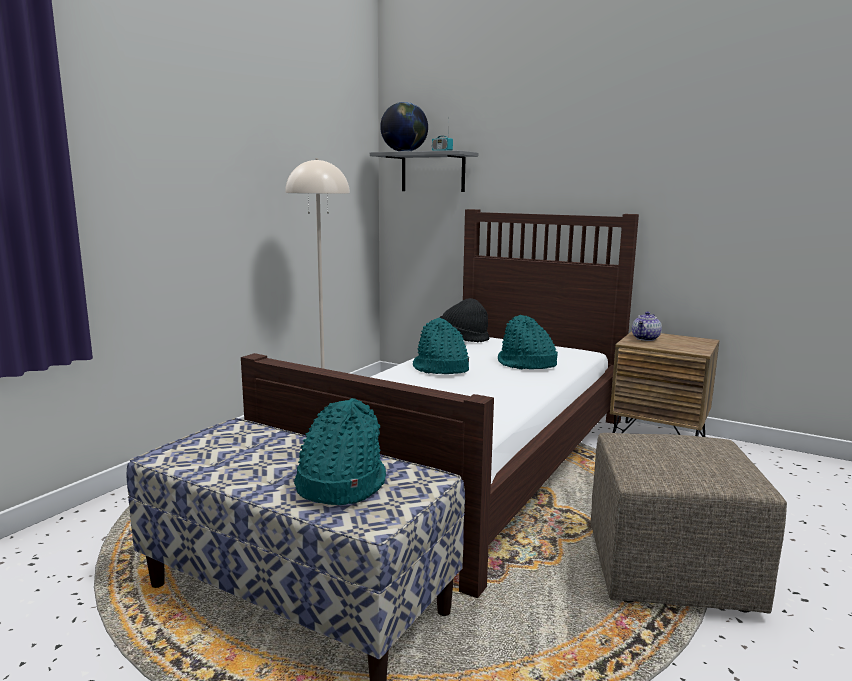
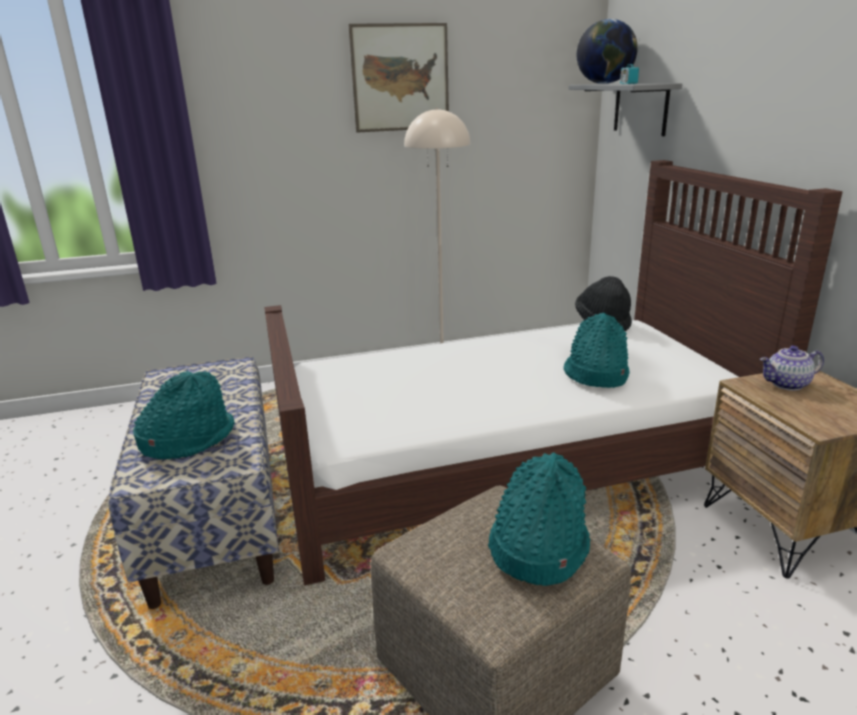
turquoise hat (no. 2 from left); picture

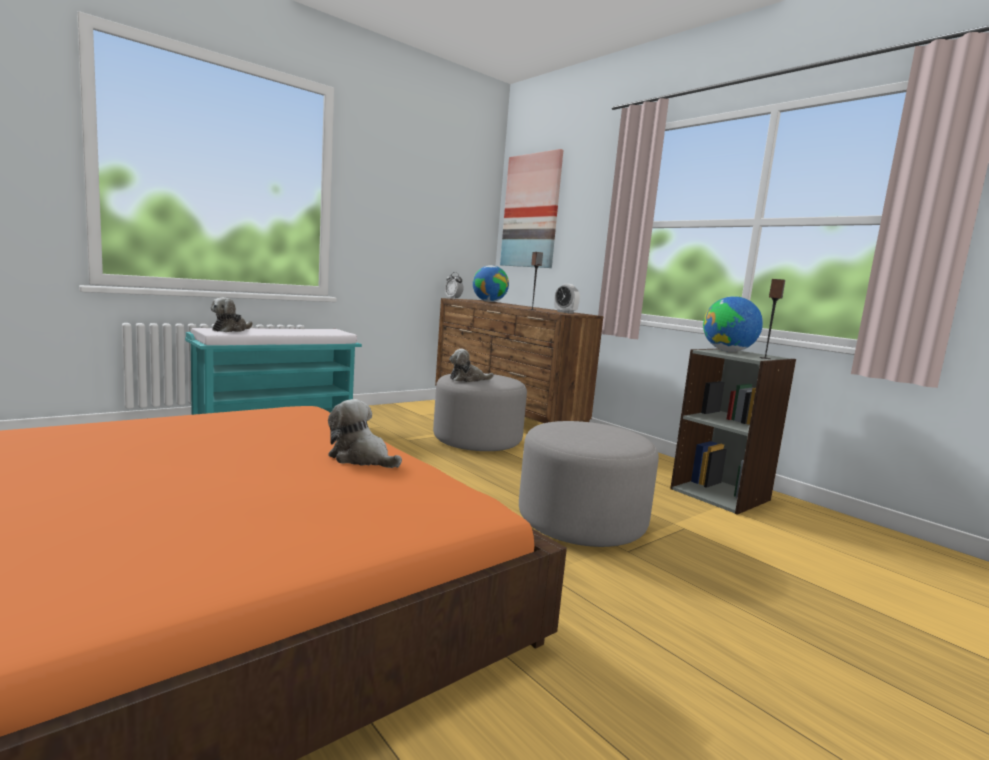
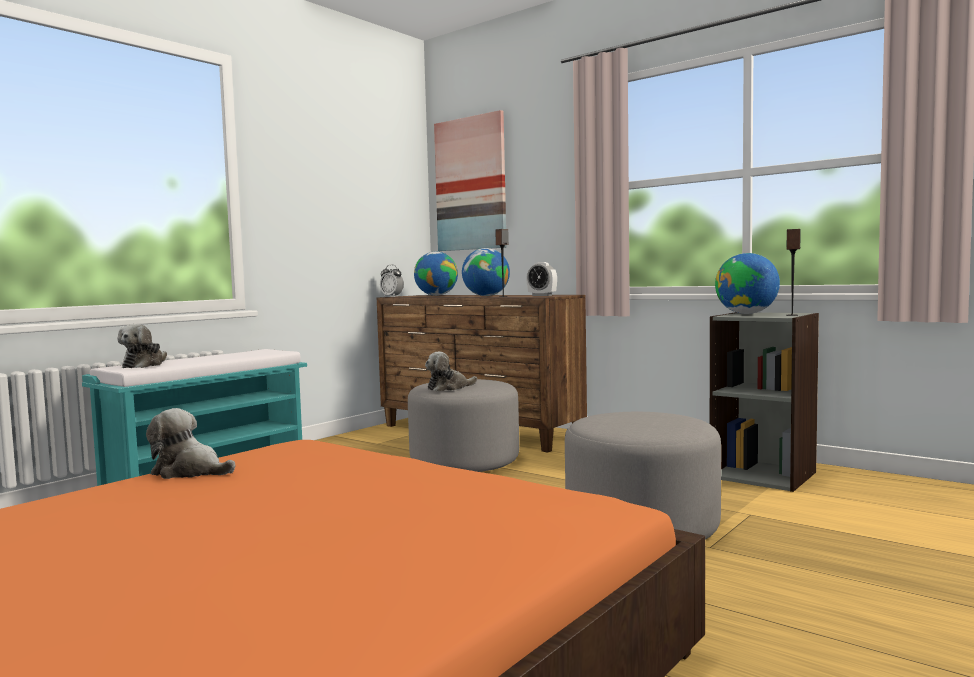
plush toy (no. 2 from left); globe (no. 2 from left)

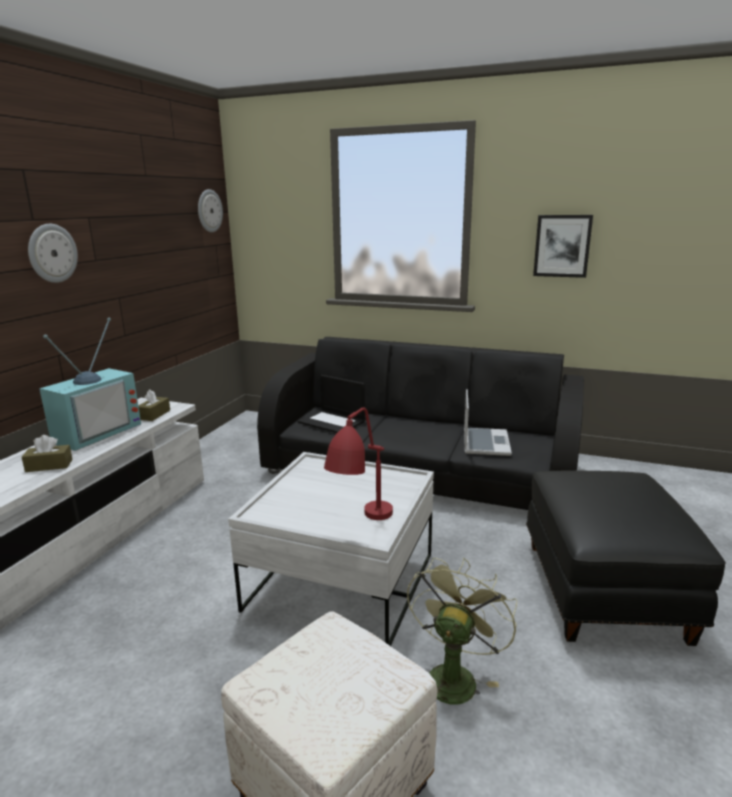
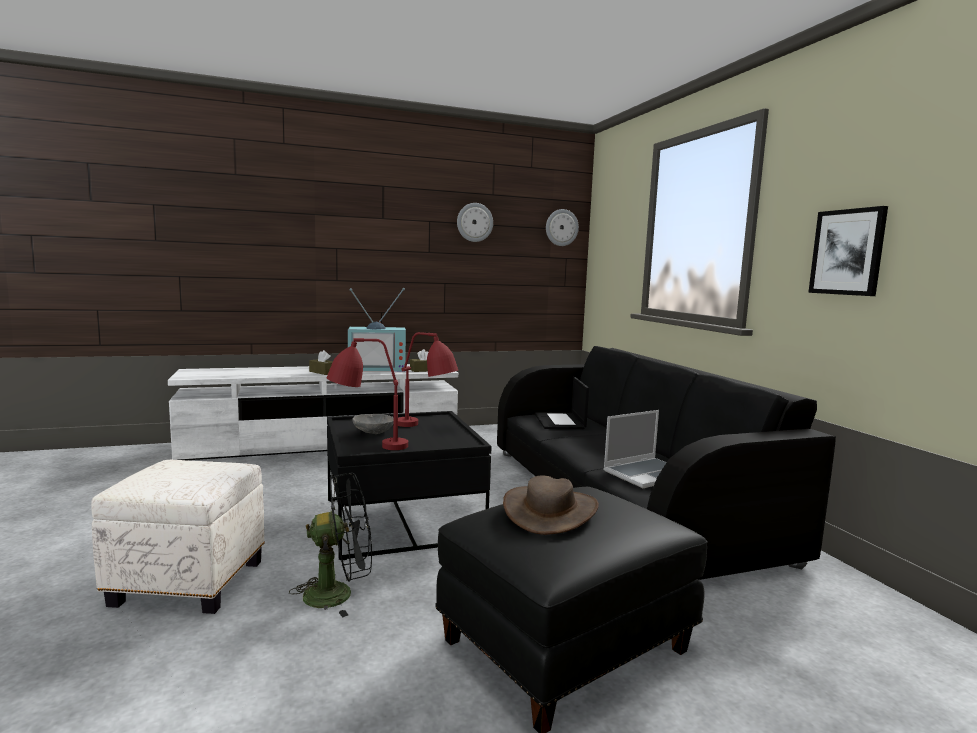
wall clock (no. 1 from left); black coffee table; black fan; red table lamp (no. 2 from left); grey bowl; brown hat

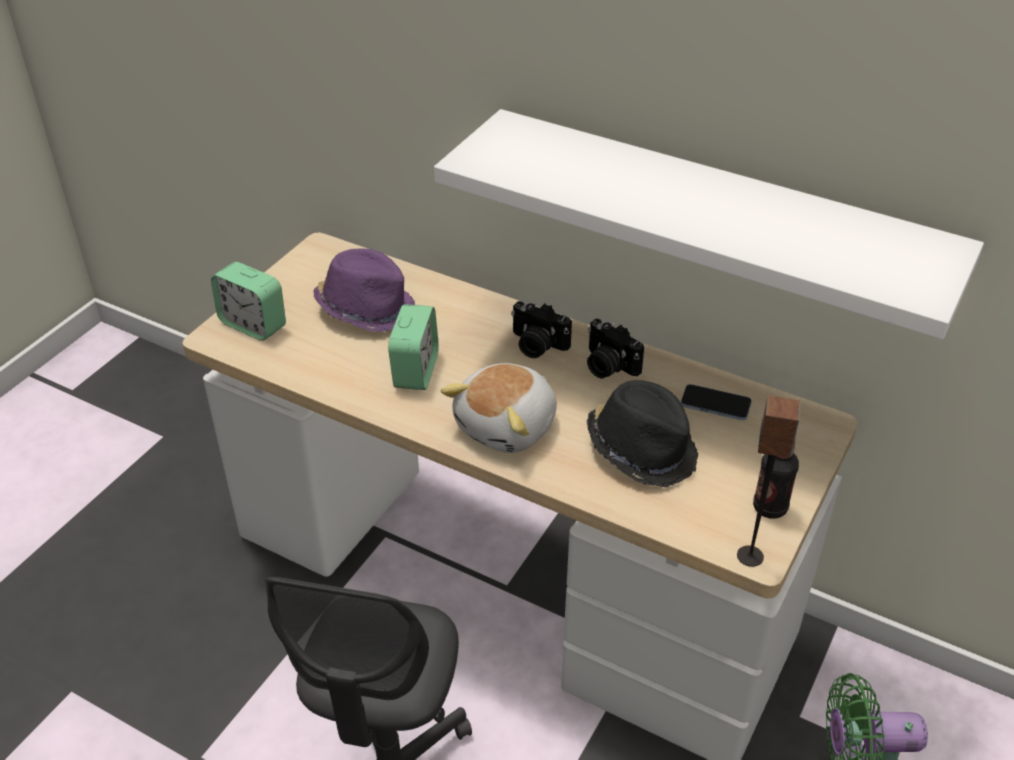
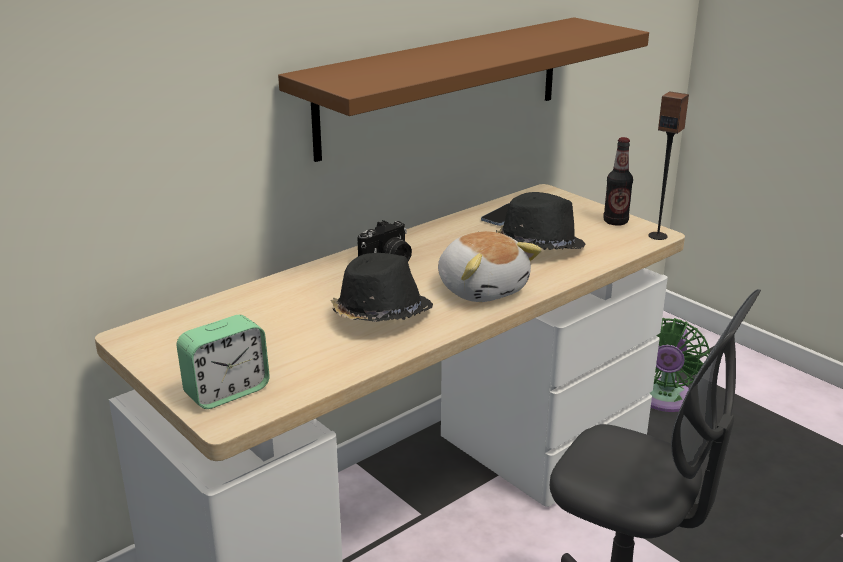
brown shelf; purple hat; black hat (no. 1 from left); photo camera (no. 2 from left in the first image)

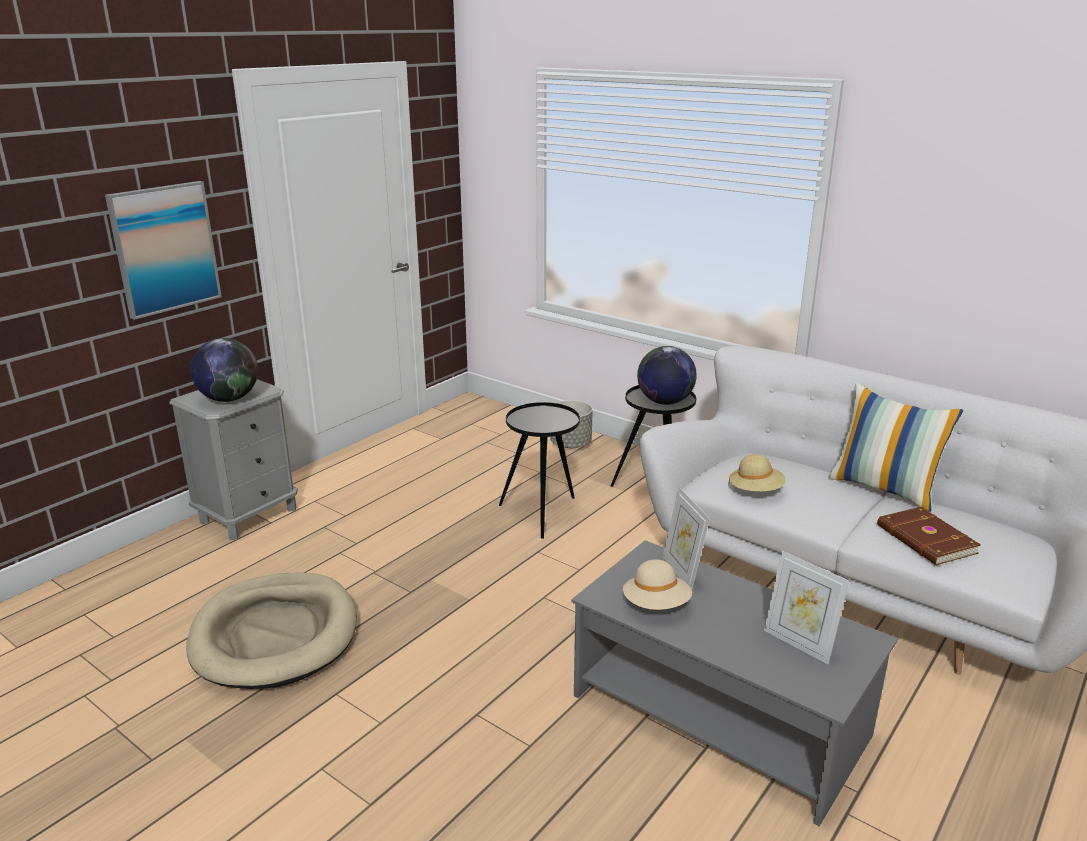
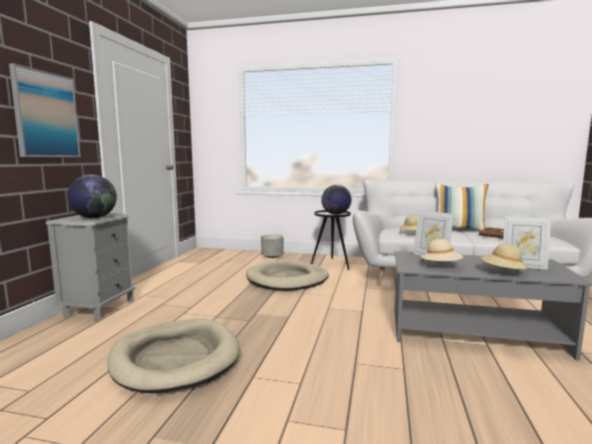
beige dog bed (no. 2 from left); beige hat (no. 3 from left)

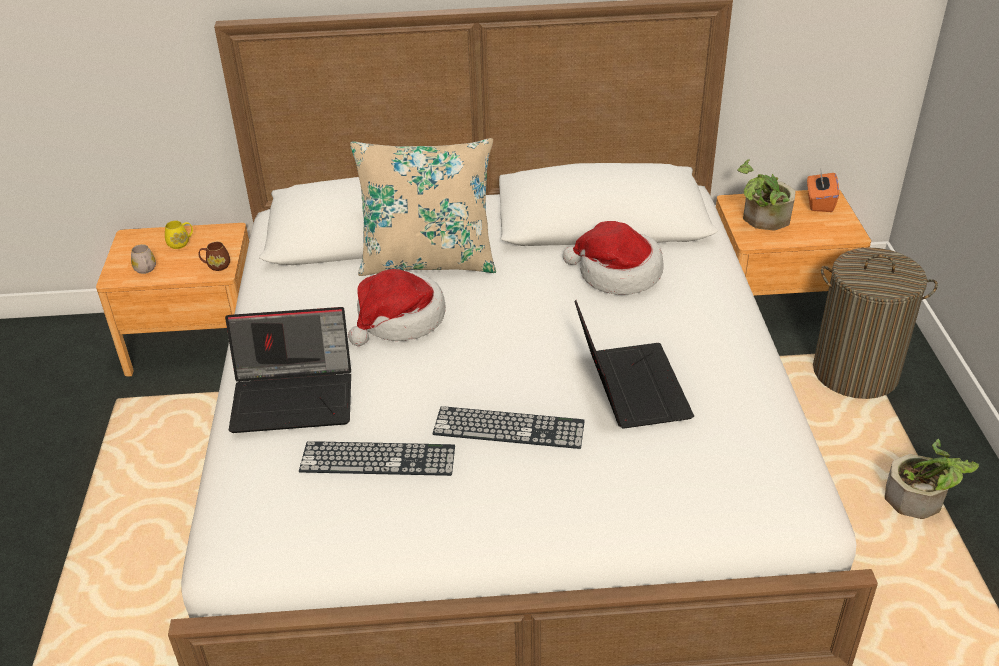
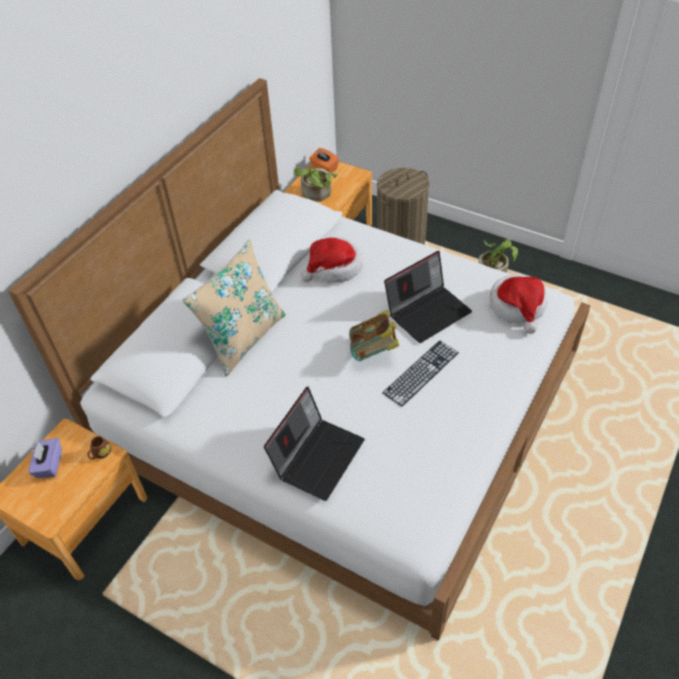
purple tissue box; white mug; hat (no. 2 from left); laptop (no. 2 from left); keyboard (no. 1 from left in the first image); book

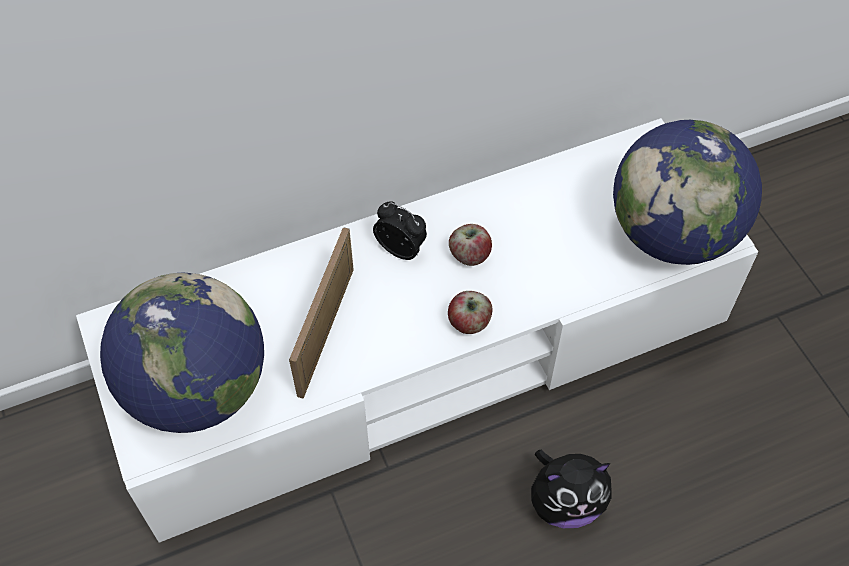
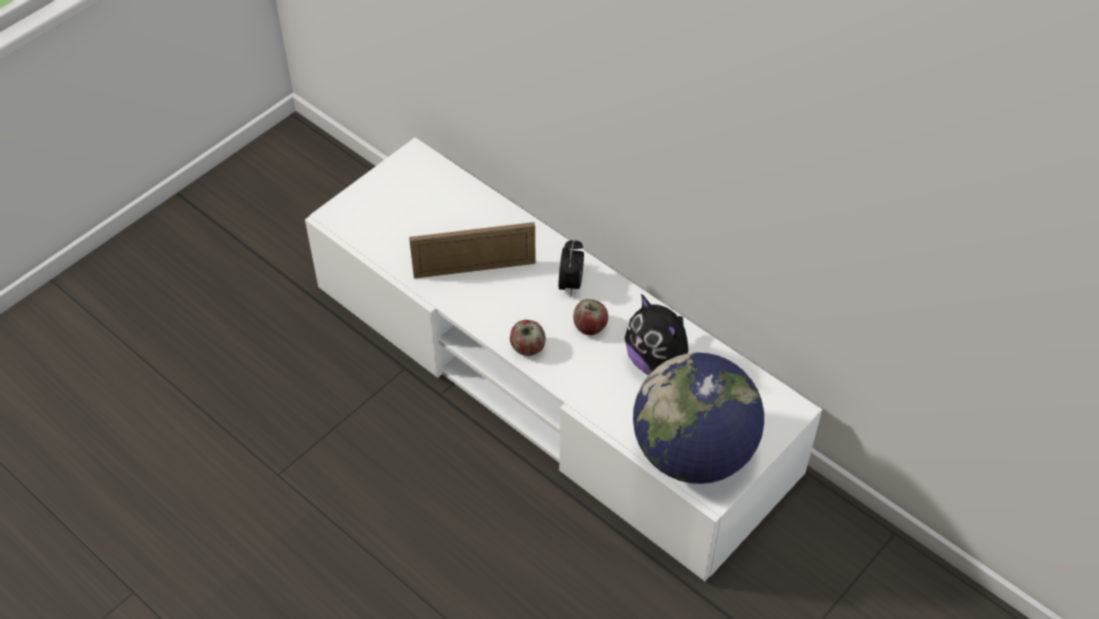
globe (no. 1 from left in the first image); plush toy

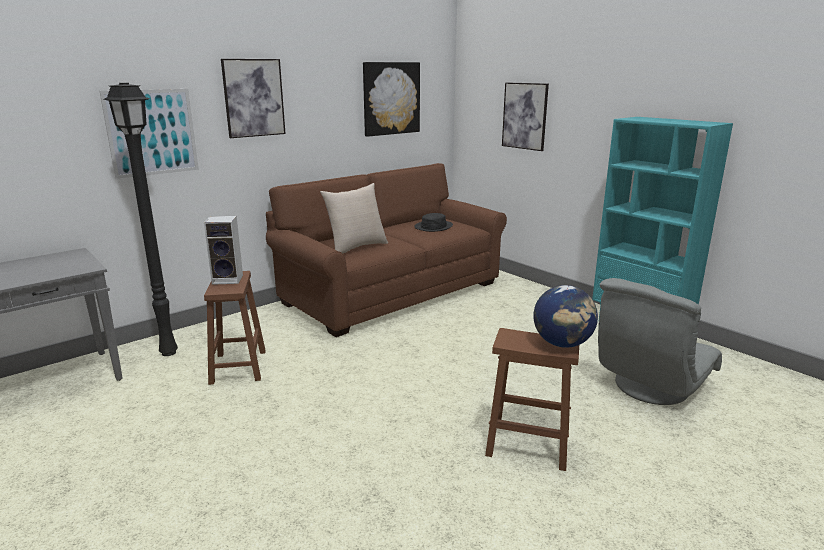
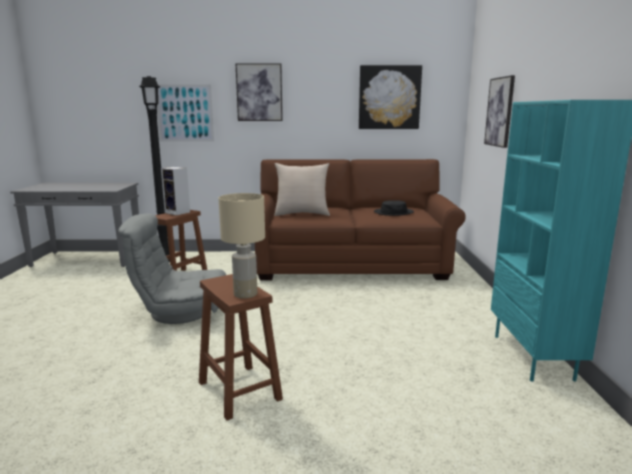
grey armchair; beige table lamp

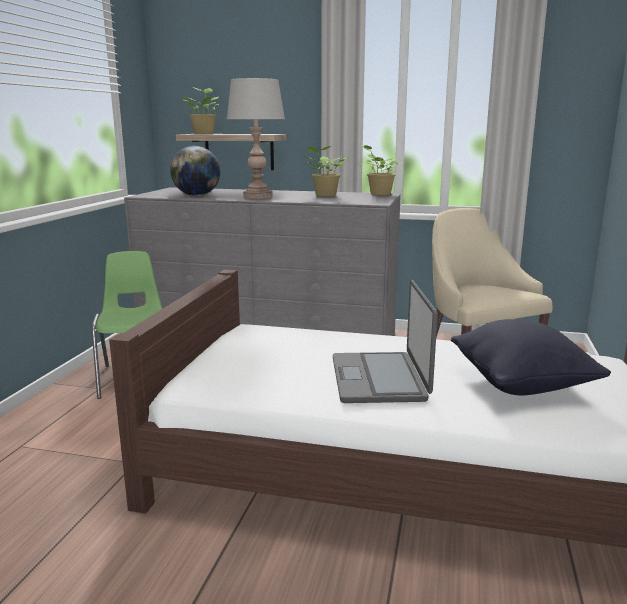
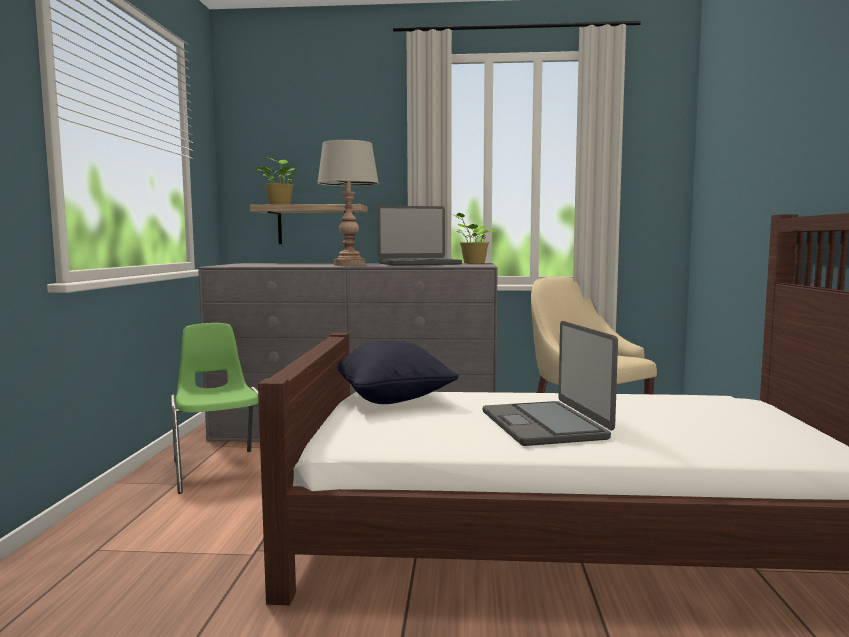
globe; laptop (no. 1 from left); black pillow

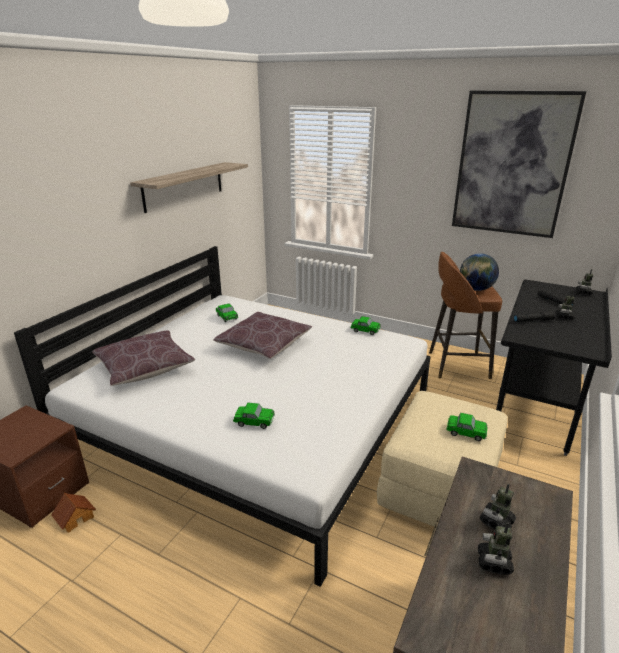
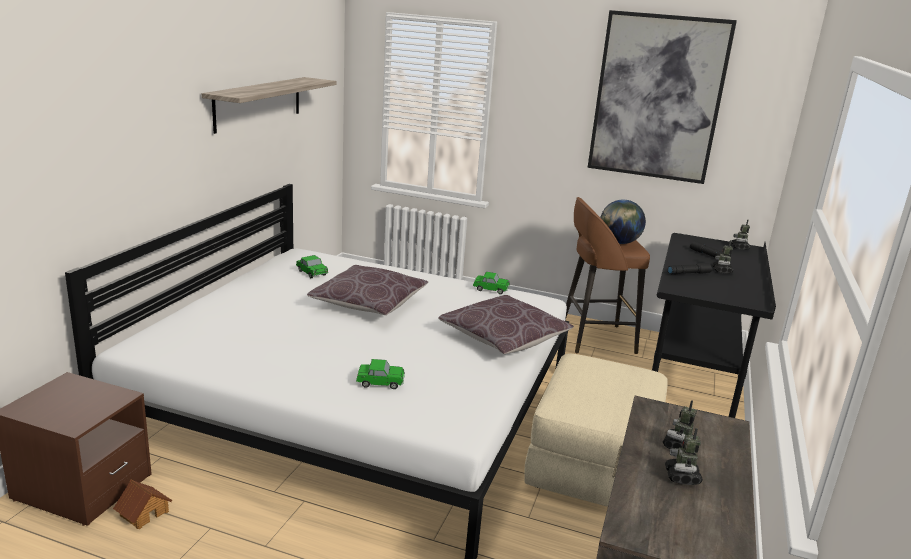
brown pillow (no. 2 from left); toy car (no. 4 from left in the first image)

